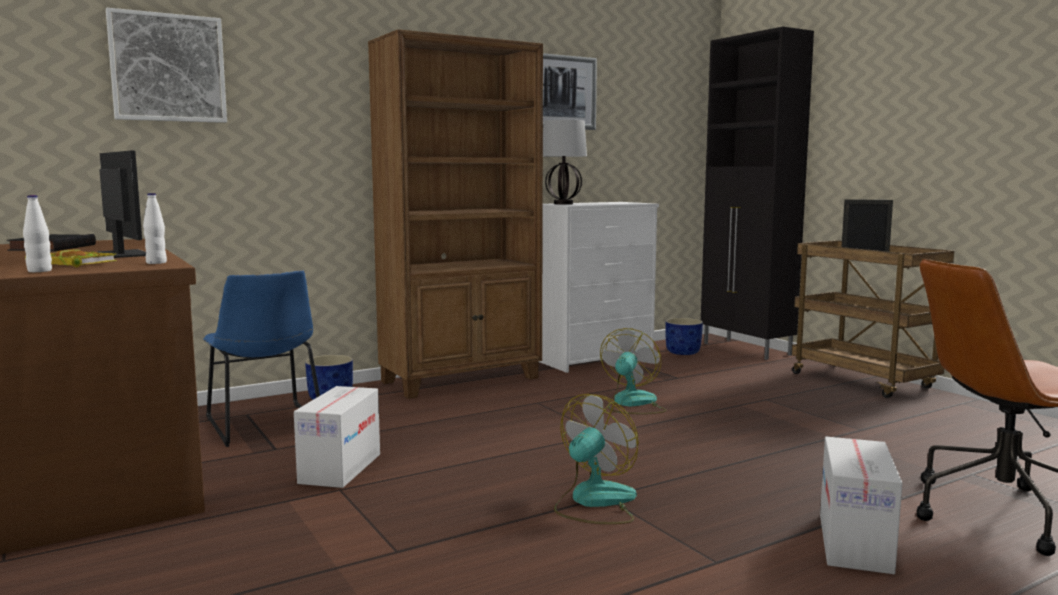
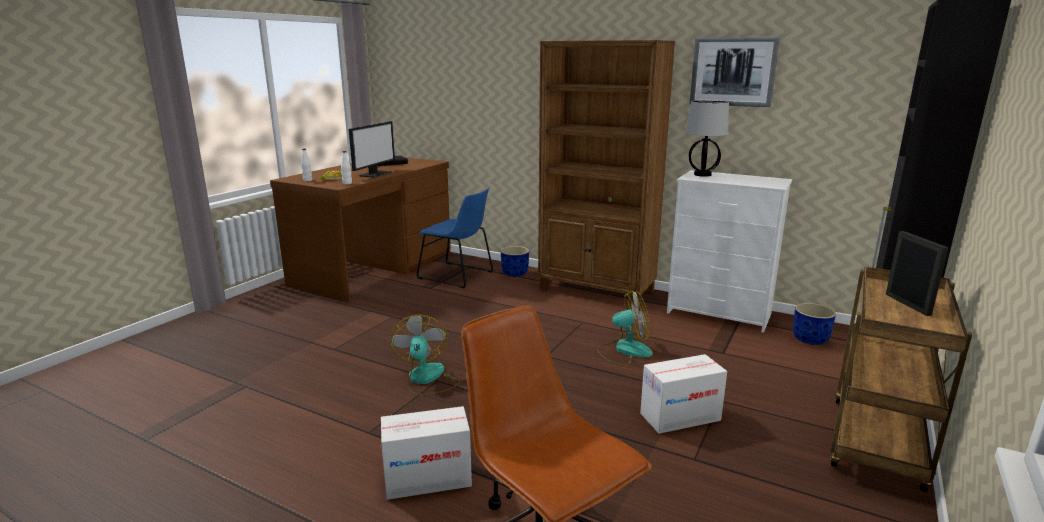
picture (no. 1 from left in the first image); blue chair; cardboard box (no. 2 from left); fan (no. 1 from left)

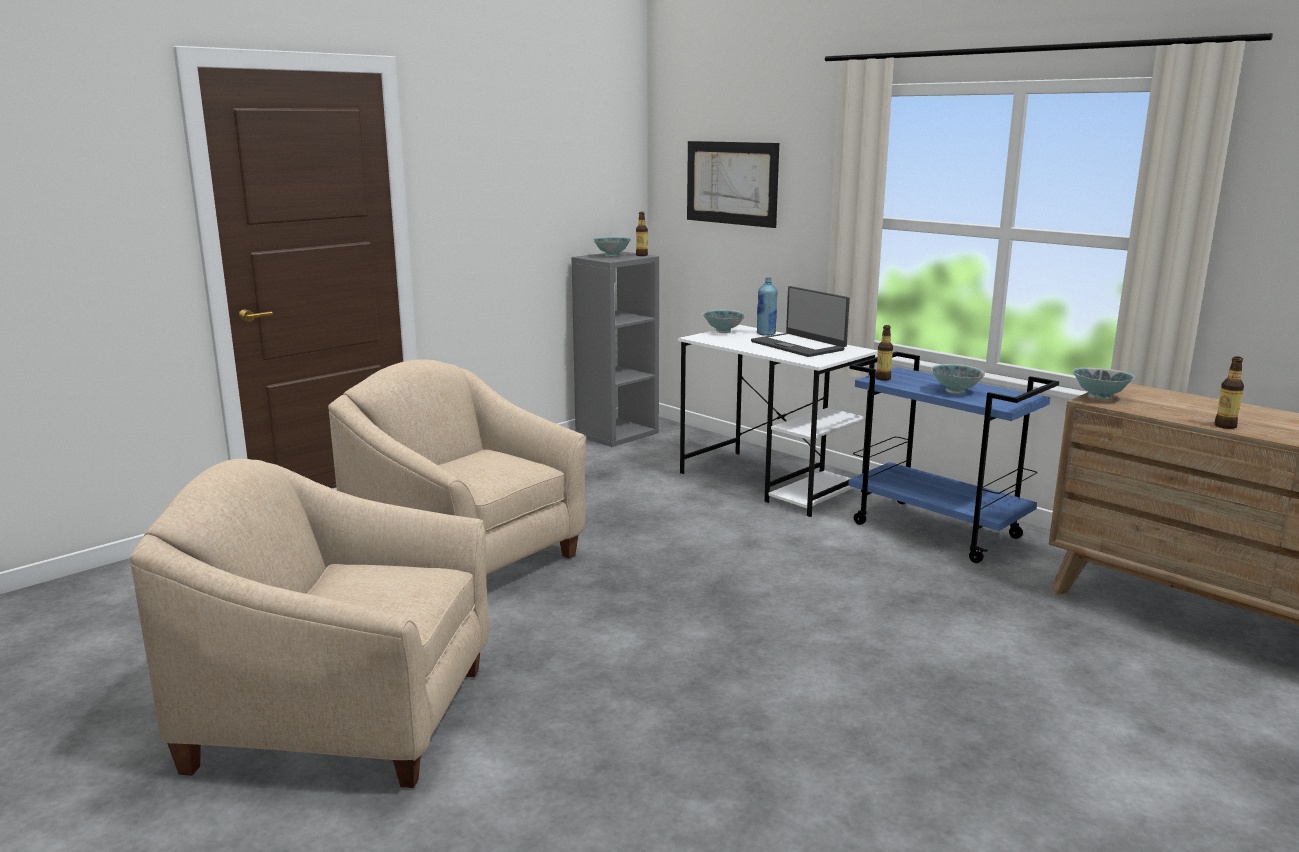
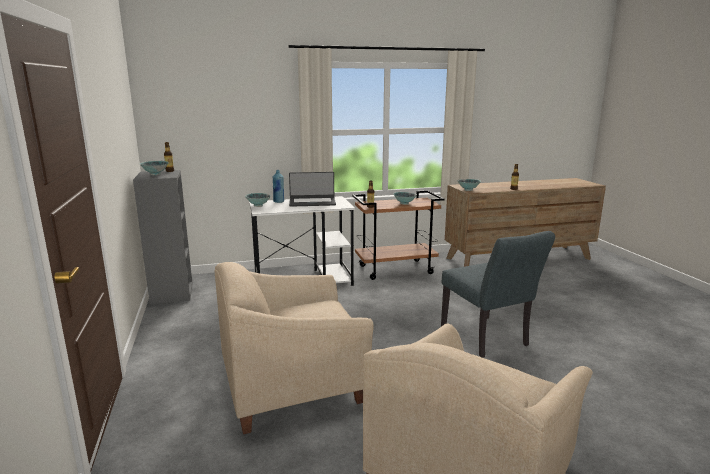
picture; brown cart; grey chair

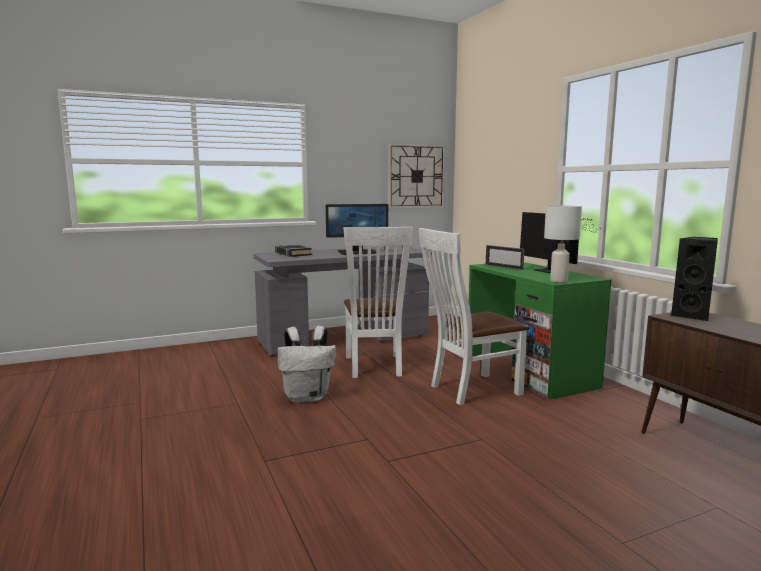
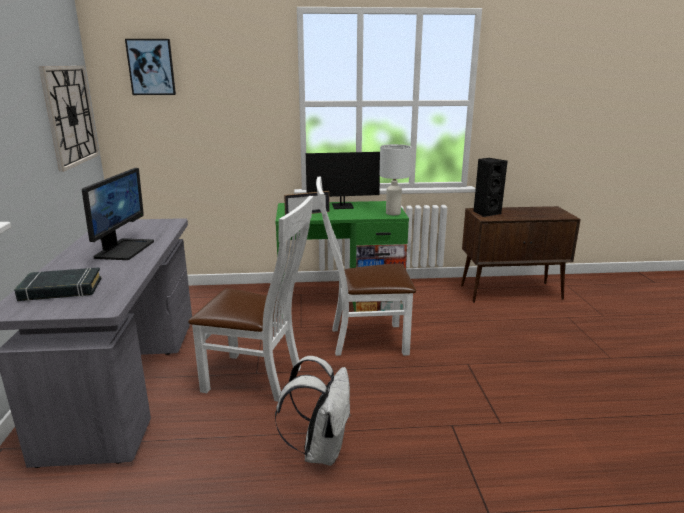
white chair (no. 2 from left); picture

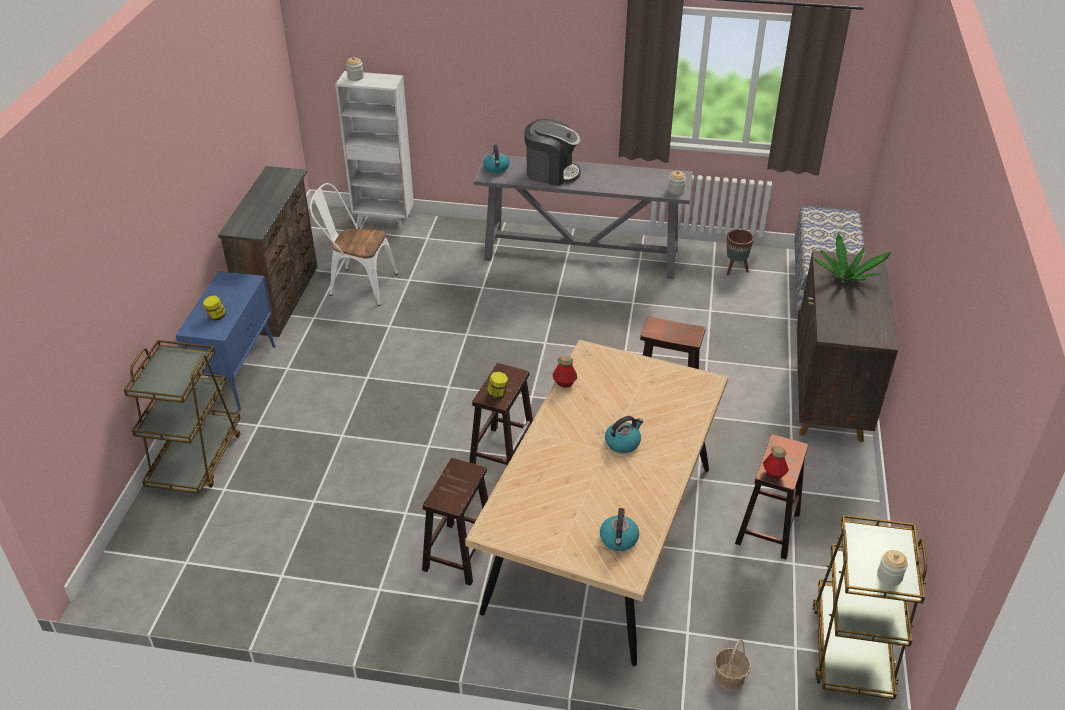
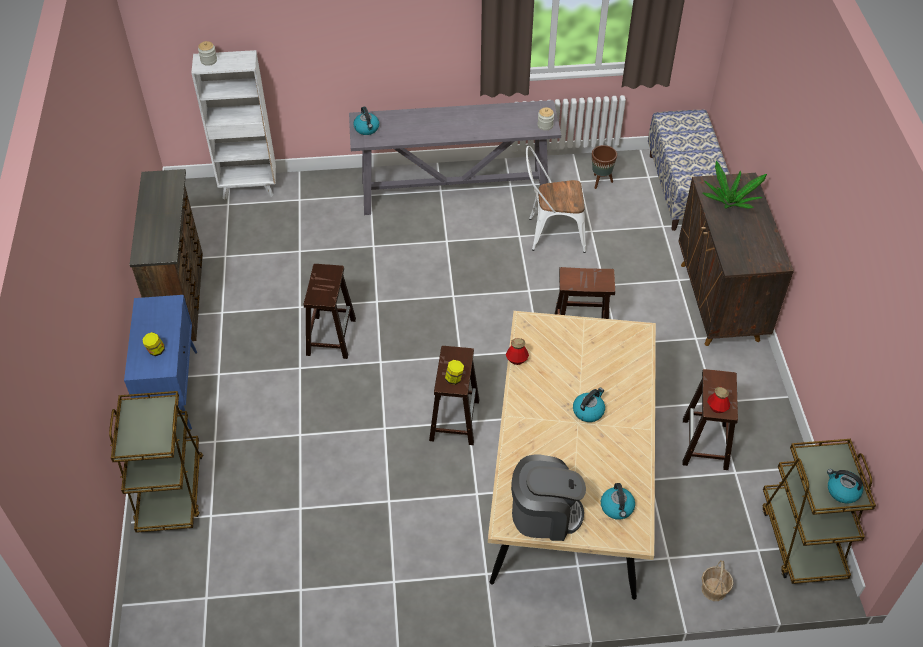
coffee machine; white chair; brown stool (no. 1 from left); kettle (no. 4 from left)

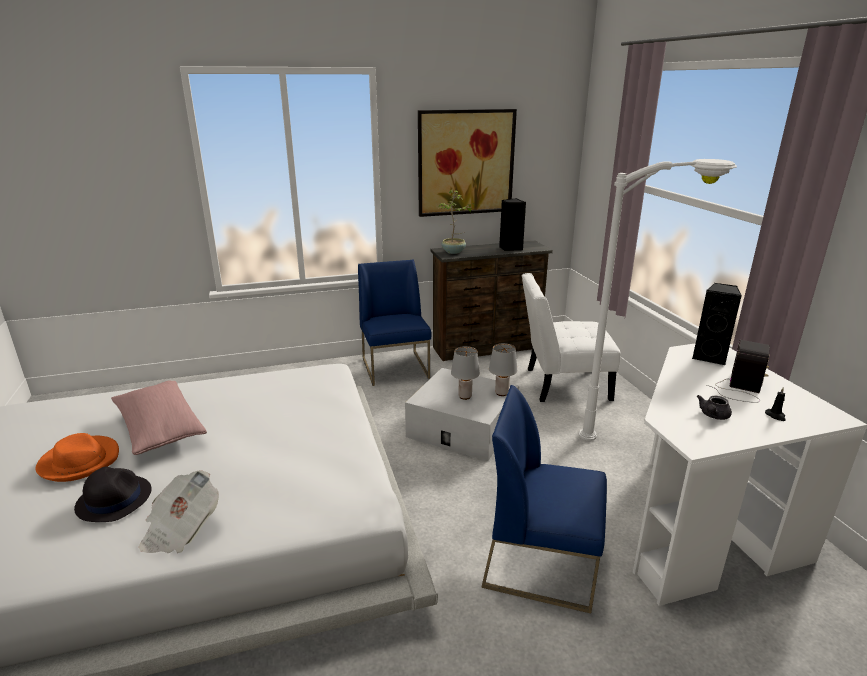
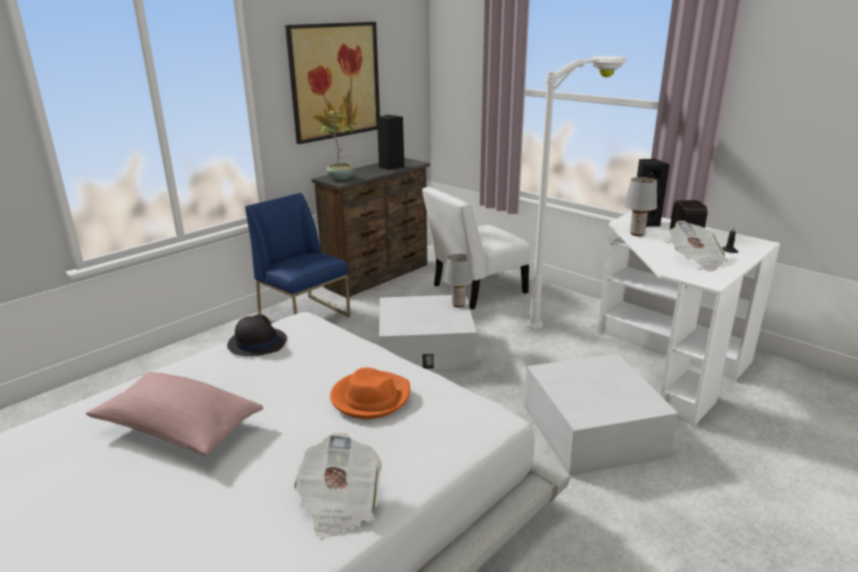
grey table lamp (no. 2 from left); white storage box (no. 2 from left); newspaper (no. 2 from left); orange hat; black hat

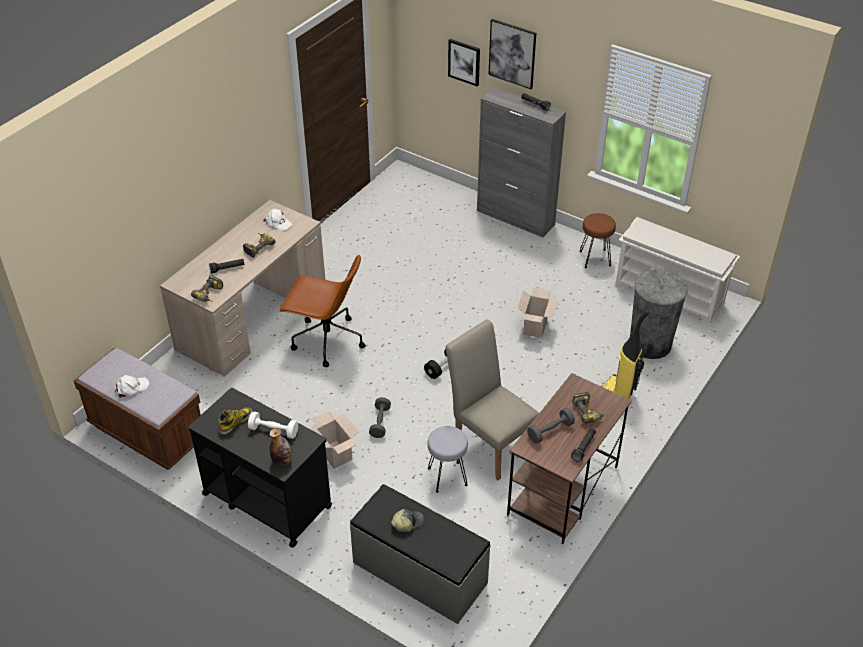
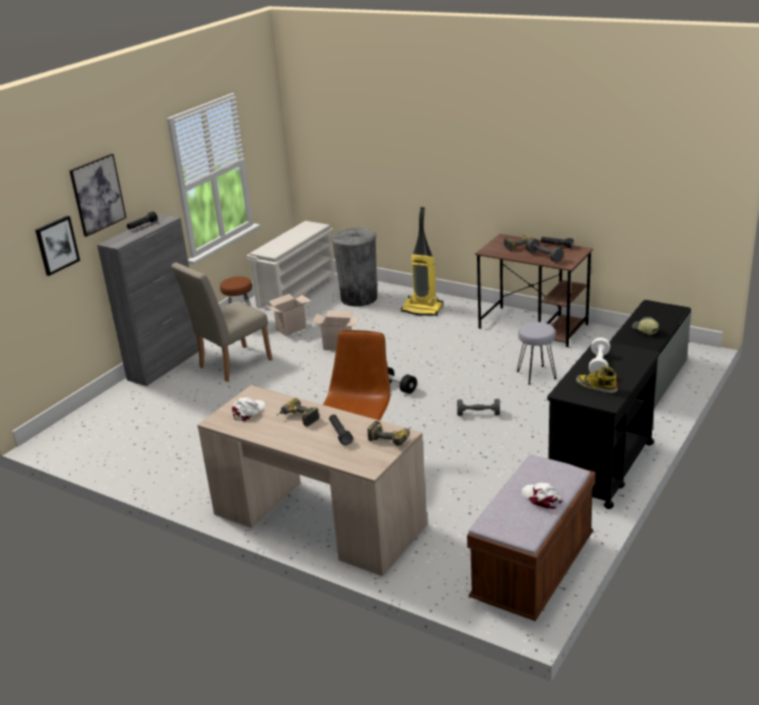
beige chair; cardboard box (no. 1 from left); bottle

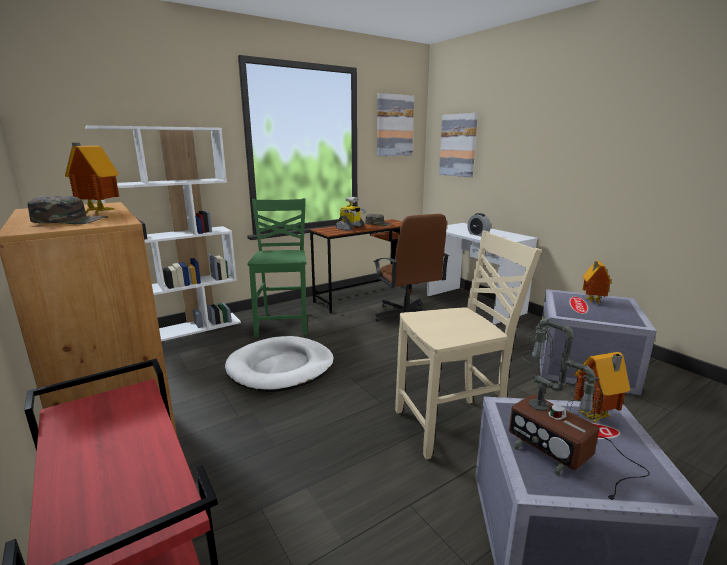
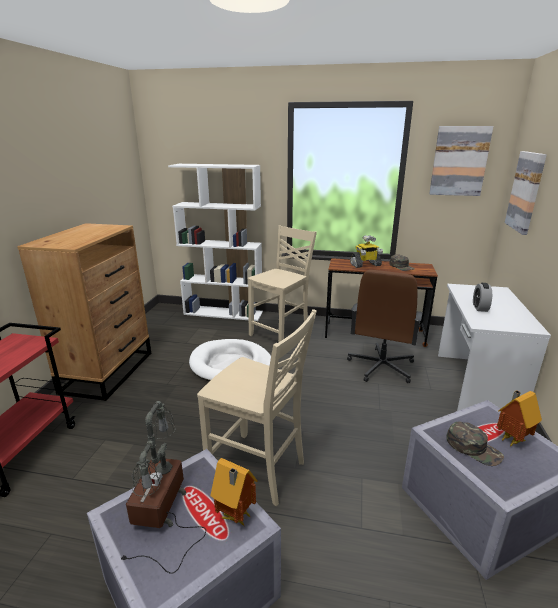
toy house (no. 1 from left in the first image); green cap (no. 2 from left); beige chair (no. 2 from left)

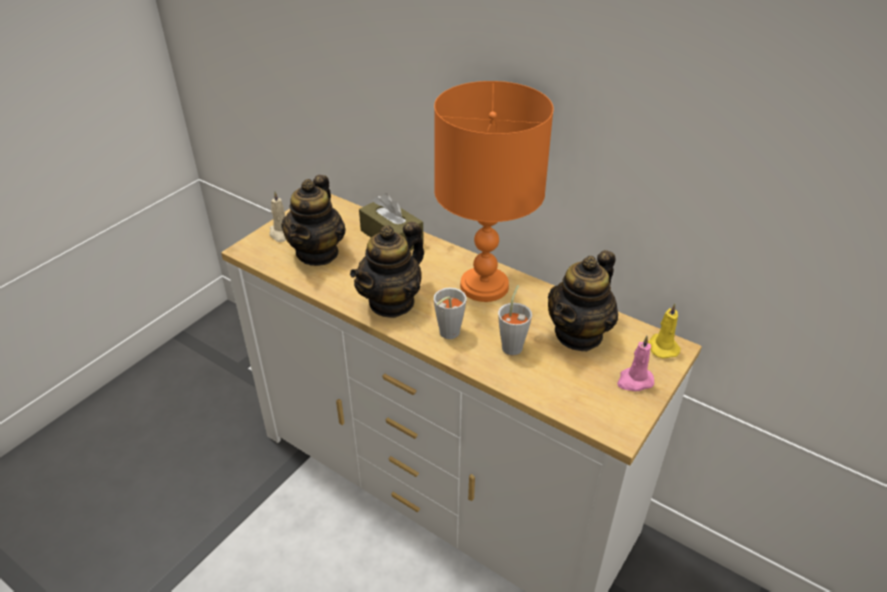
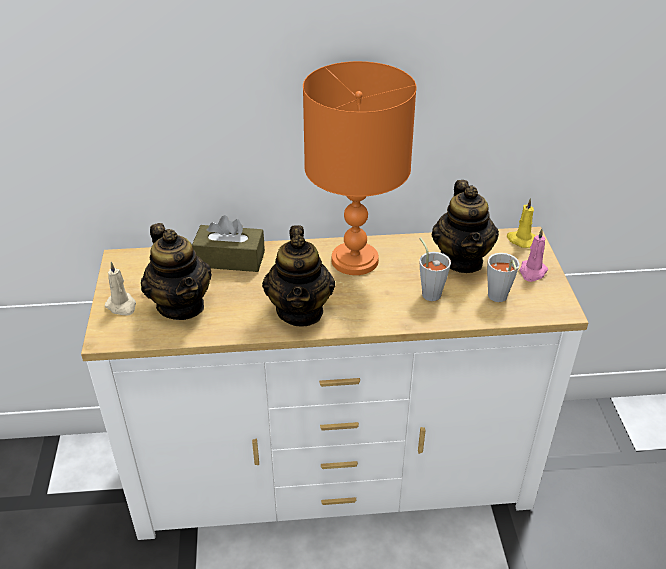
grey cup (no. 2 from left)

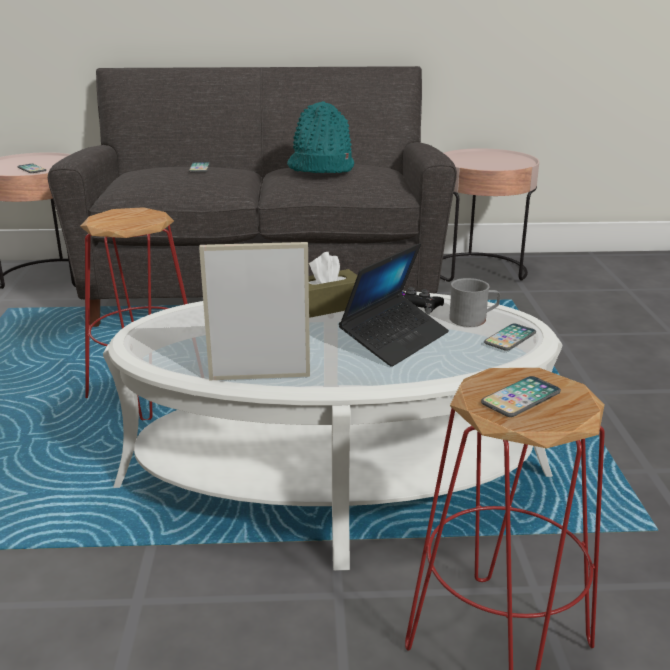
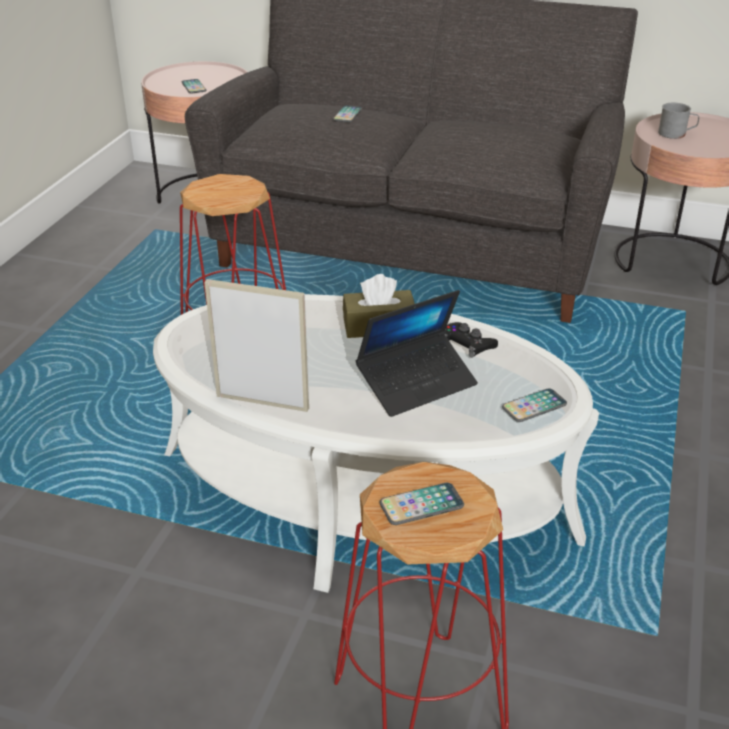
turquoise hat; grey mug

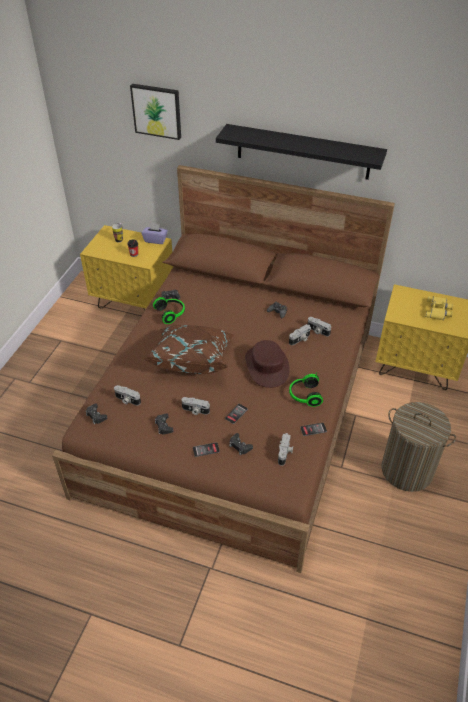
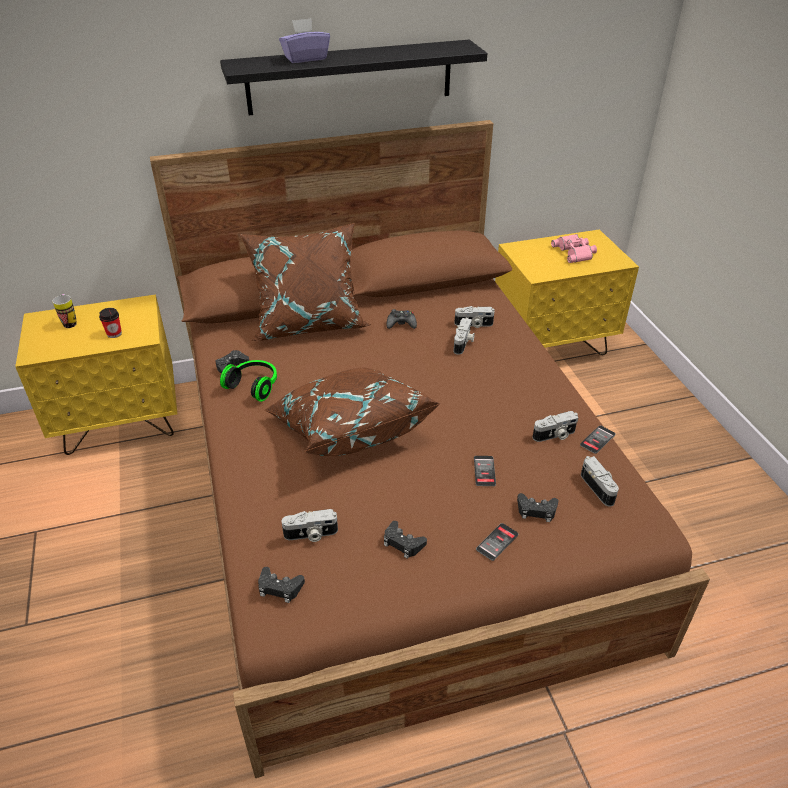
picture; purple tissue box; pink binoculars; brown hat; headphones (no. 2 from left in the first image); photo camera (no. 4 from left); laundry basket; brown pillow (no. 1 from left)

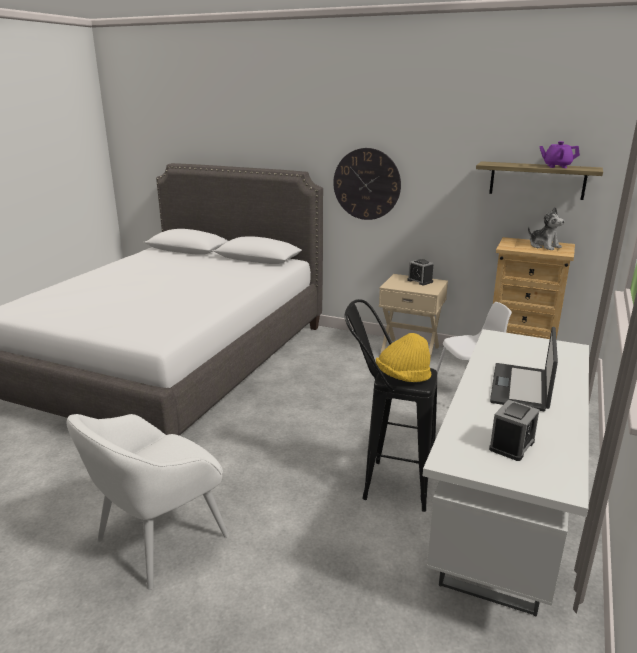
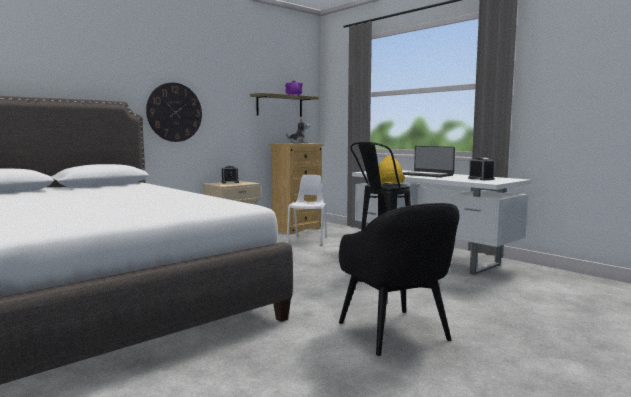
black armchair

